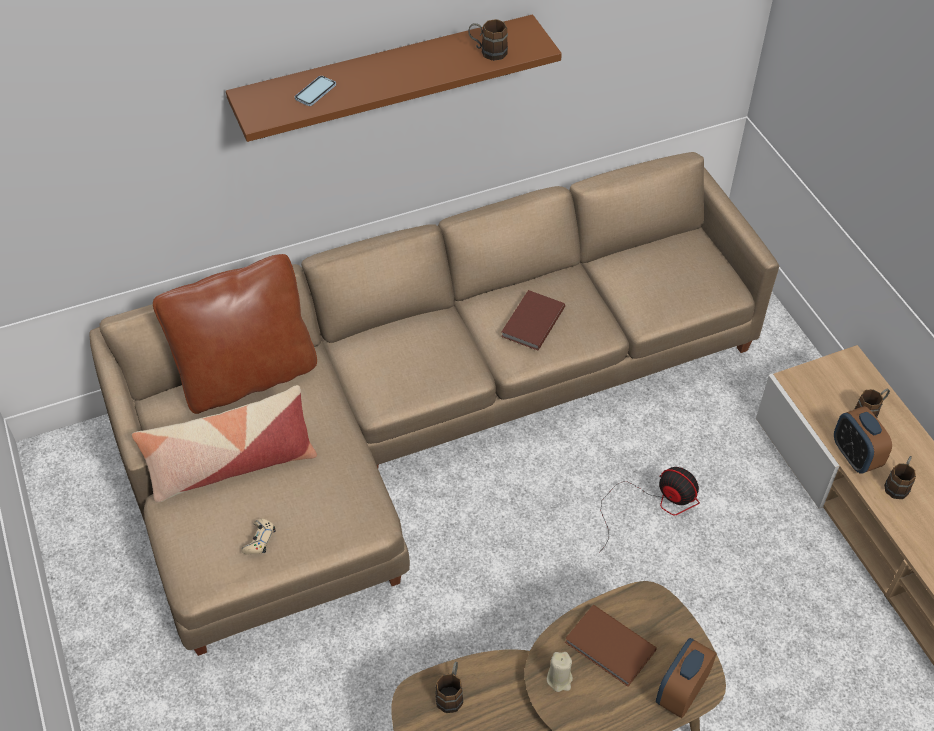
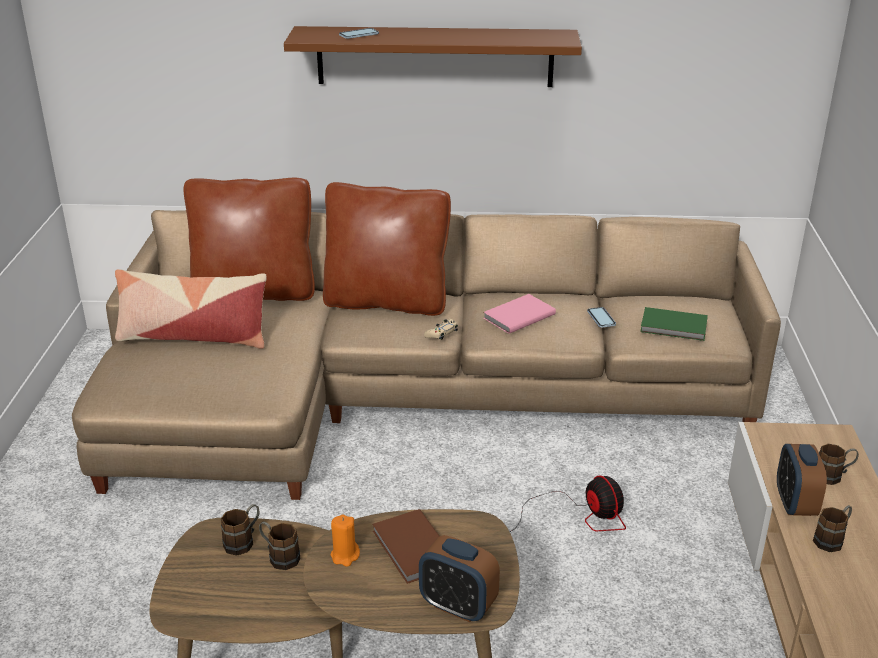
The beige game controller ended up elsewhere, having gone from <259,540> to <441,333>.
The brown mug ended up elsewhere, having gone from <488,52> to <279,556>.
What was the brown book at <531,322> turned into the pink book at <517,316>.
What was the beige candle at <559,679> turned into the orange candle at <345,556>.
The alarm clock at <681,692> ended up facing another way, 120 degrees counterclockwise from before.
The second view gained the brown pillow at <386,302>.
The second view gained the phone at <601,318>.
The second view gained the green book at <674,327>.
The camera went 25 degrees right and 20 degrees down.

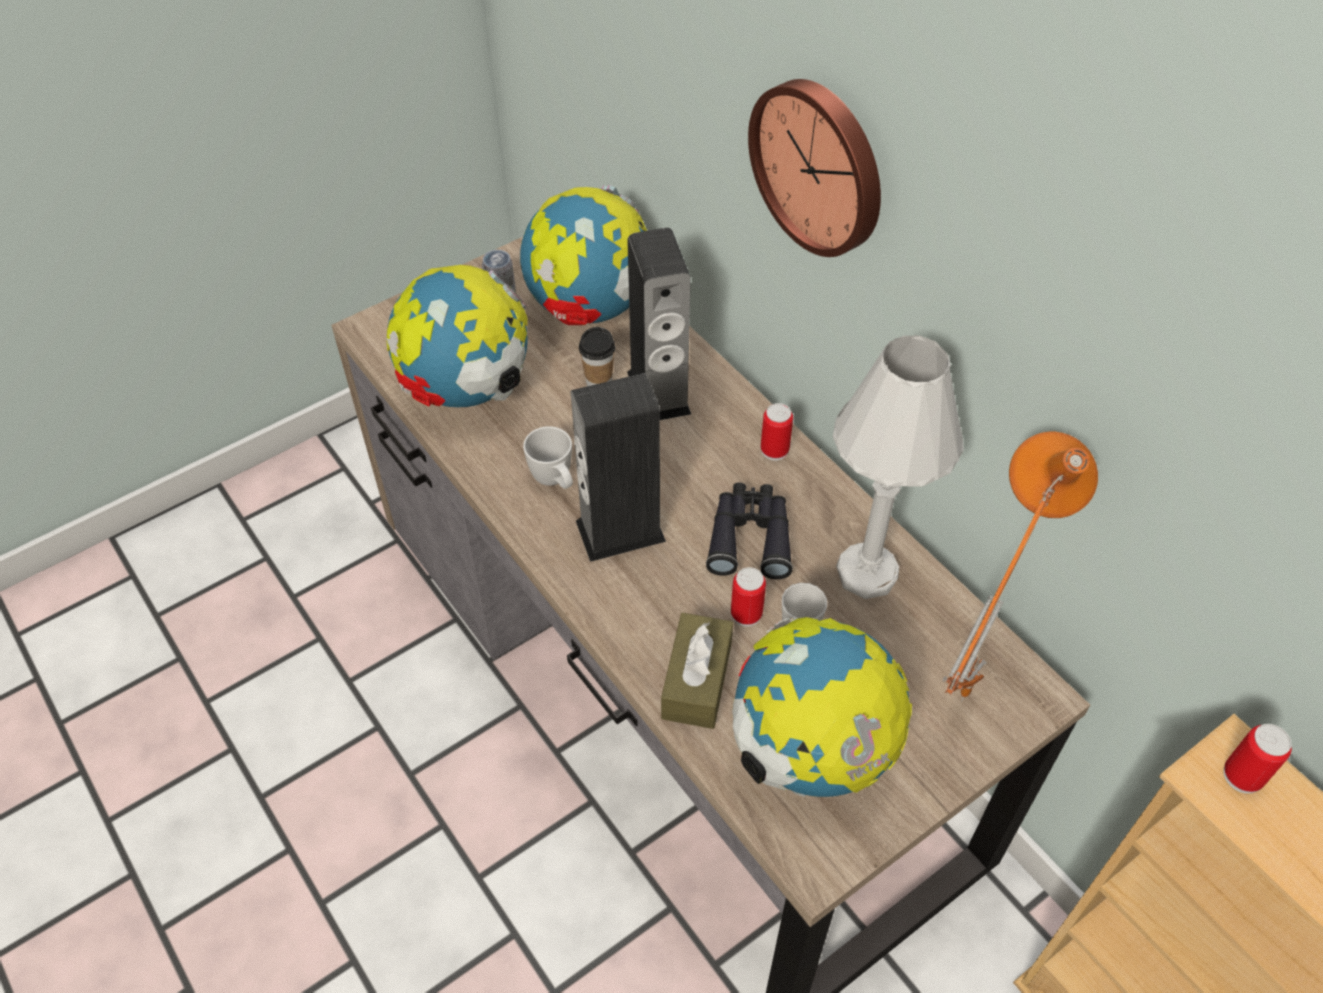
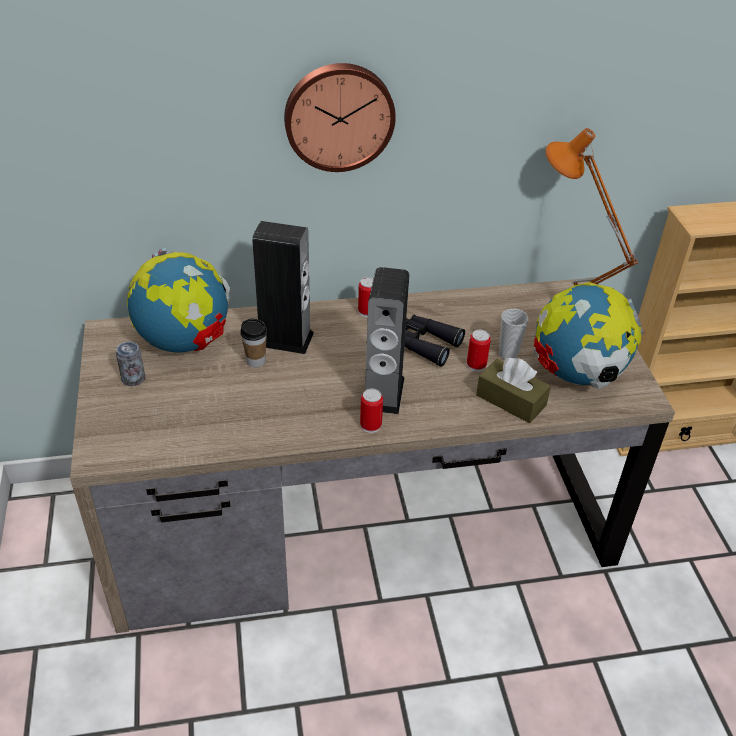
The second view lost the globe at <467,389>.
The second view lost the white mug at <555,481>.
The second view lost the white table lamp at <866,573>.
The can ended up elsewhere, having gone from <1242,776> to <370,425>.
The camera went 65 degrees left and 10 degrees down.

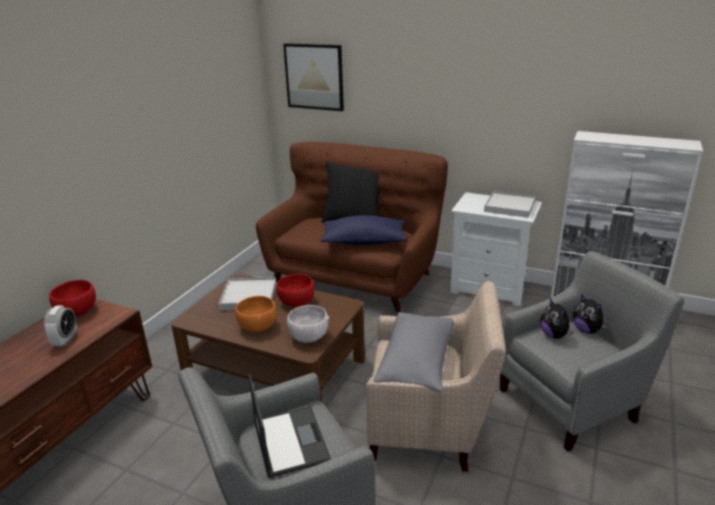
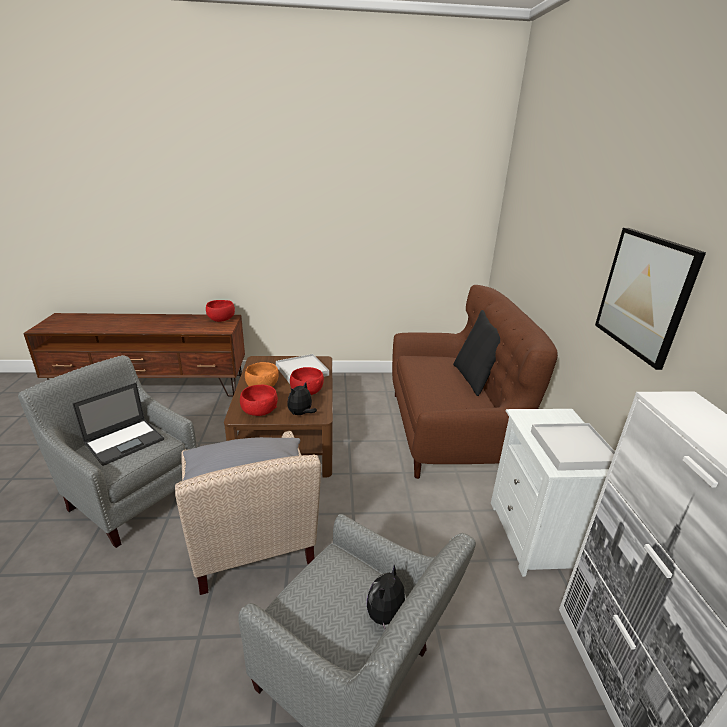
The second view lost the alarm clock at <65,340>.
The picture ended up elsewhere, having gone from <314,77> to <644,294>.
What was the white bowl at <308,337> turned into the red bowl at <259,411>.
The second view lost the blue pillow at <364,242>.
The plush toy ended up elsewhere, having gone from <554,335> to <301,414>.
The camera went 60 degrees right and 0 degrees up.

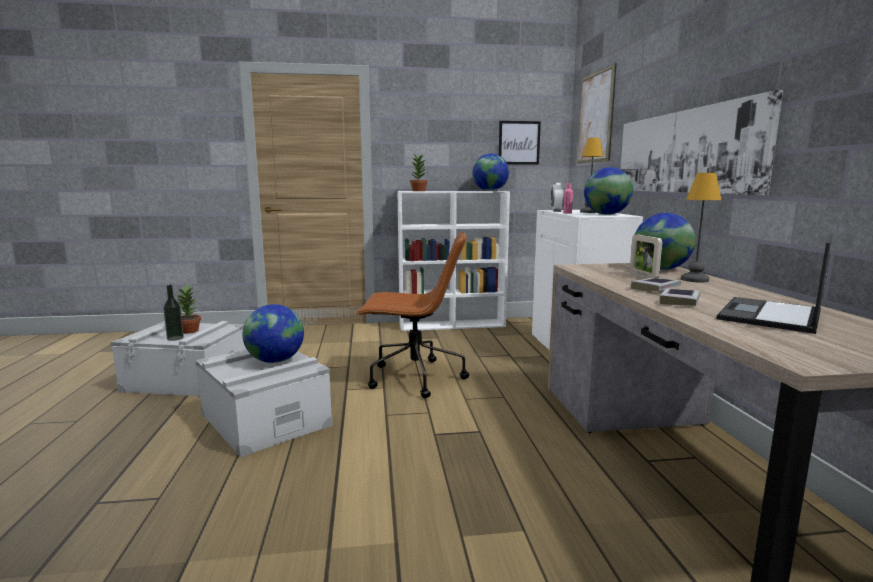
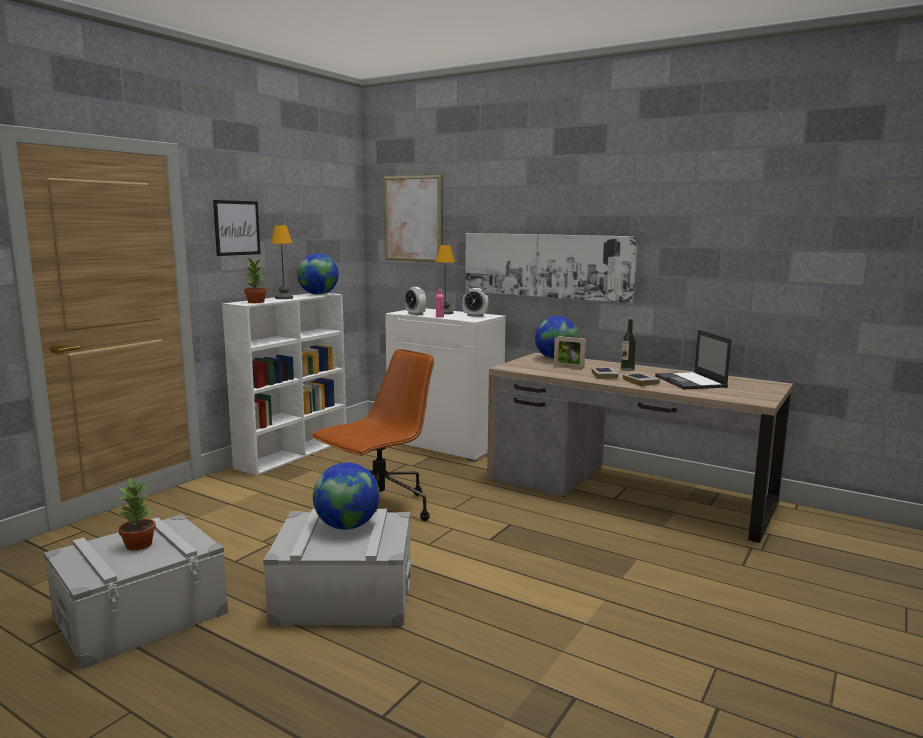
The bottle ended up elsewhere, having gone from <175,338> to <627,369>.
The picture ended up elsewhere, having gone from <519,143> to <237,228>.
Where the globe stood at <606,214>, the alarm clock came to stand at <475,316>.
The table lamp ended up elsewhere, having gone from <693,279> to <283,298>.
The camera went 50 degrees left and 0 degrees up.

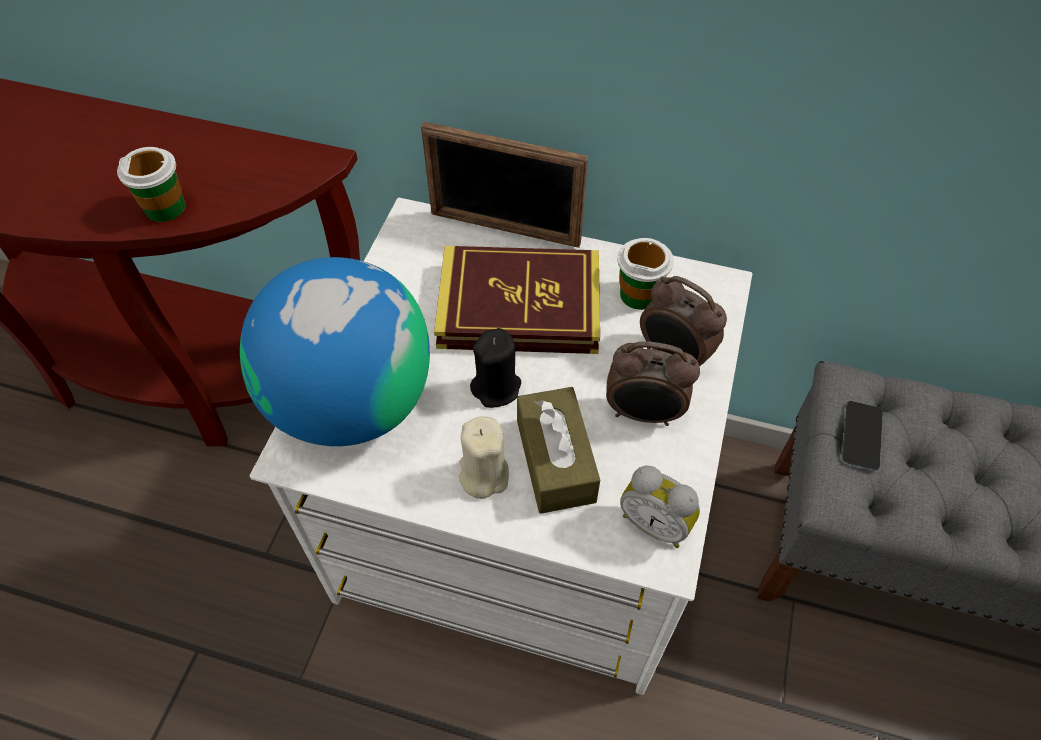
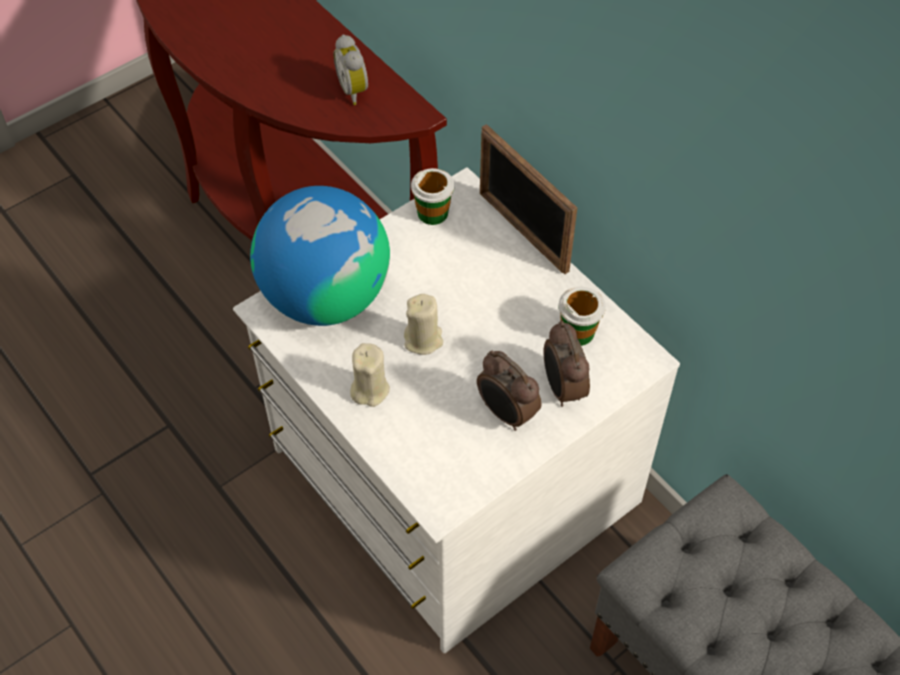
The cup ended up elsewhere, having gone from <165,208> to <433,213>.
The second view lost the book at <519,307>.
What was the black candle at <496,387> turned into the beige candle at <423,339>.
The second view lost the brown tissue box at <555,460>.
The alarm clock ended up elsewhere, having gone from <655,522> to <355,90>.
The second view lost the phone at <861,436>.
The camera went 35 degrees right and 0 degrees up.

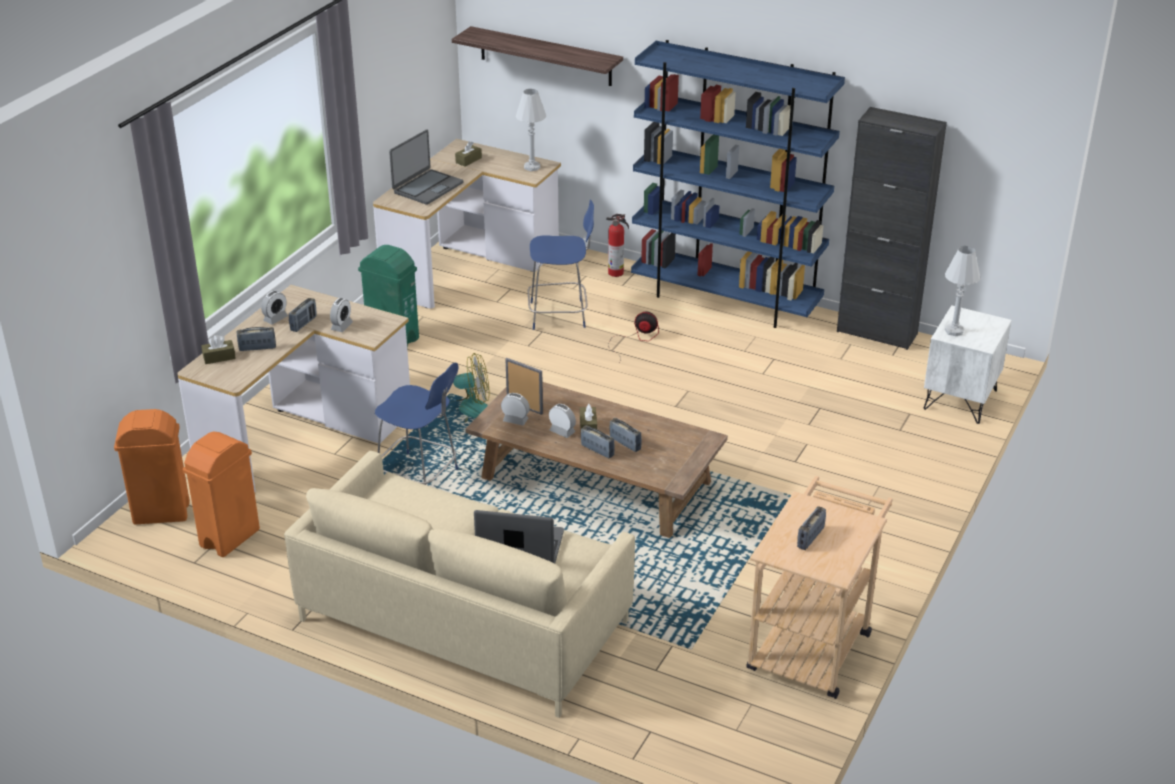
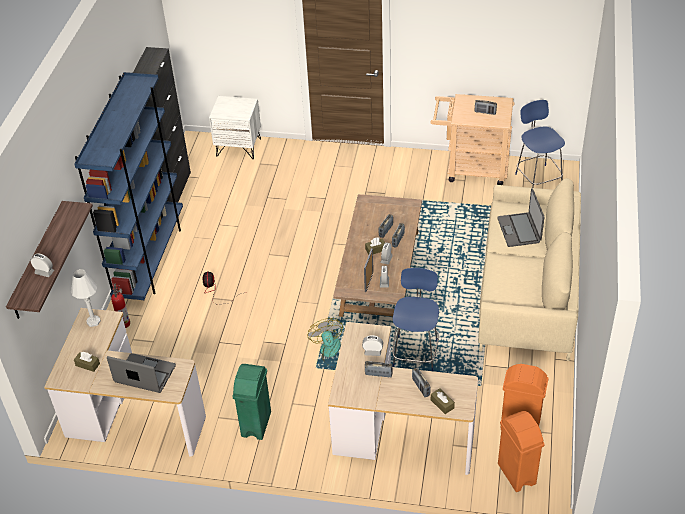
The alarm clock ended up elsewhere, having gone from <275,318> to <44,272>.
The blue chair ended up elsewhere, having gone from <560,315> to <537,178>.
The second view lost the white table lamp at <954,331>.
The camera went 105 degrees left and 10 degrees up.

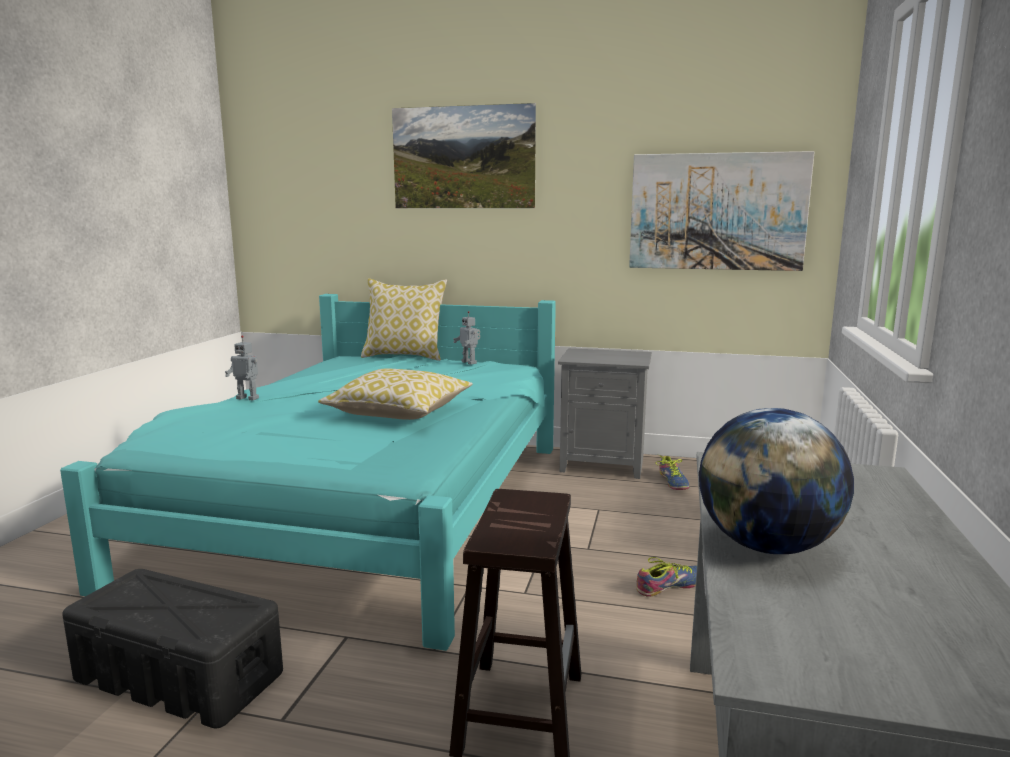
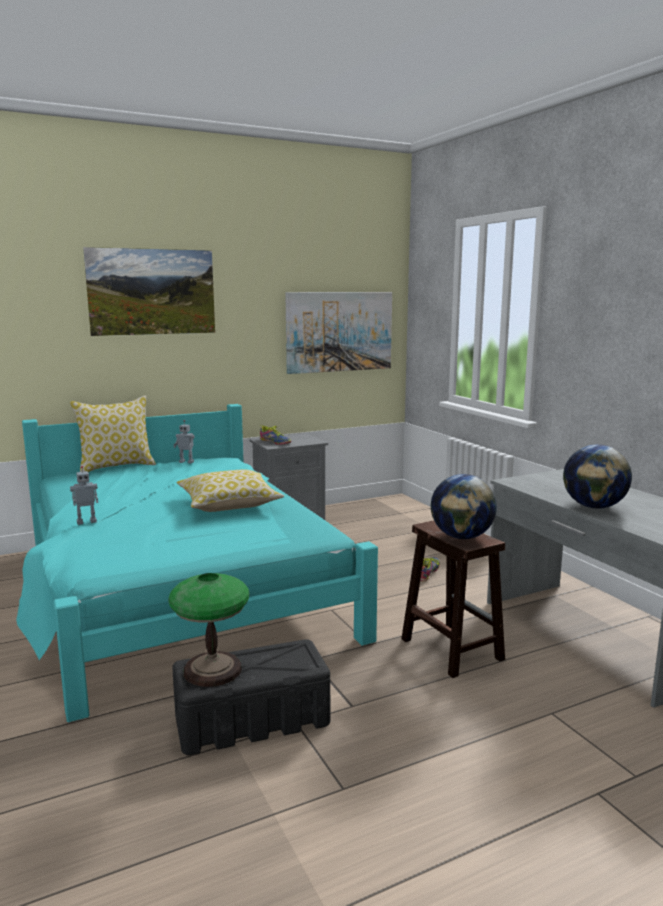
The shoe ended up elsewhere, having gone from <673,482> to <275,442>.
The second view gained the table lamp at <213,670>.
The second view gained the globe at <462,537>.
The camera went 40 degrees left and 0 degrees up.

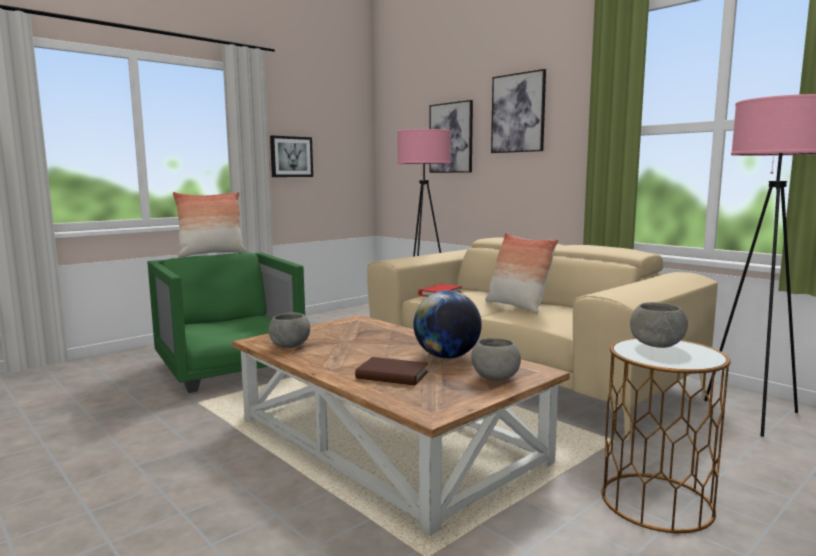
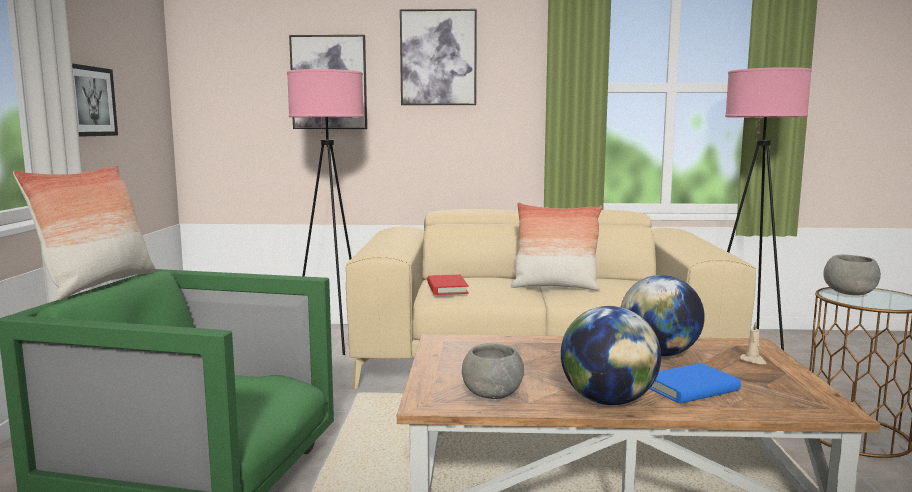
What was the brown book at <392,375> turned into the blue book at <691,388>.
Where the grey bowl stood at <494,378>, the beige candle came to stand at <753,361>.
The second view gained the globe at <608,401>.
The camera went 45 degrees left and 0 degrees up.

